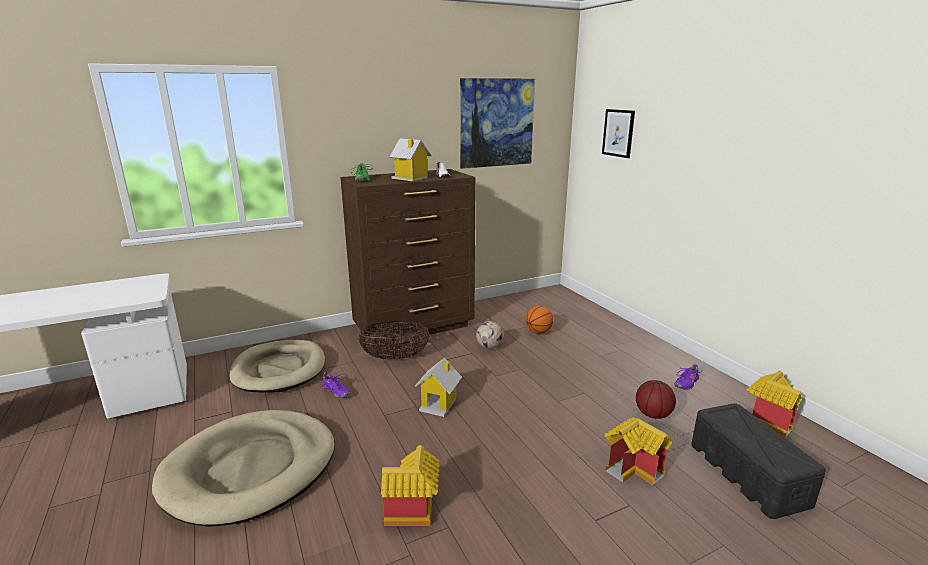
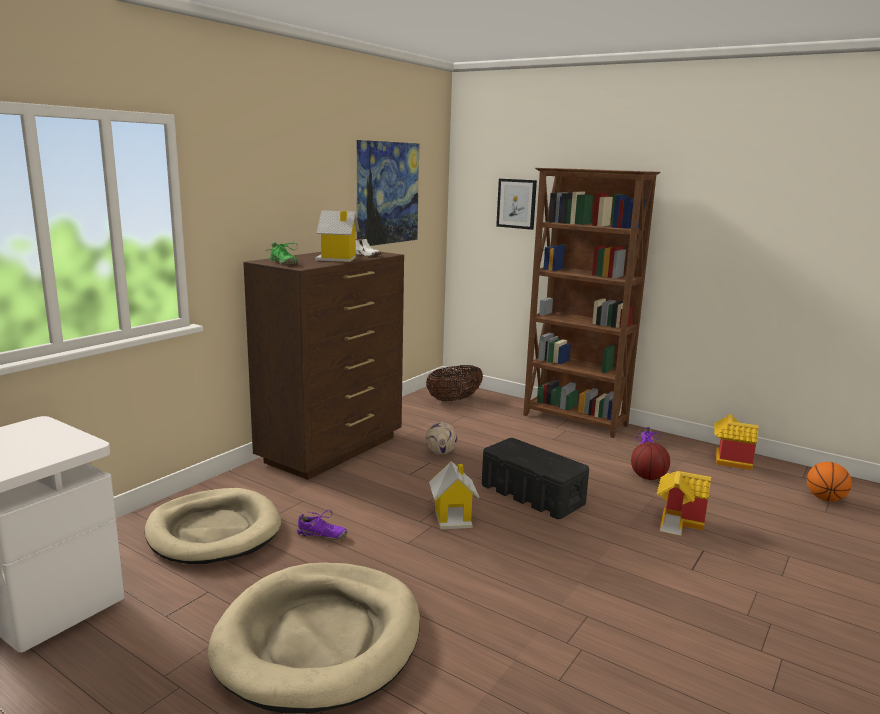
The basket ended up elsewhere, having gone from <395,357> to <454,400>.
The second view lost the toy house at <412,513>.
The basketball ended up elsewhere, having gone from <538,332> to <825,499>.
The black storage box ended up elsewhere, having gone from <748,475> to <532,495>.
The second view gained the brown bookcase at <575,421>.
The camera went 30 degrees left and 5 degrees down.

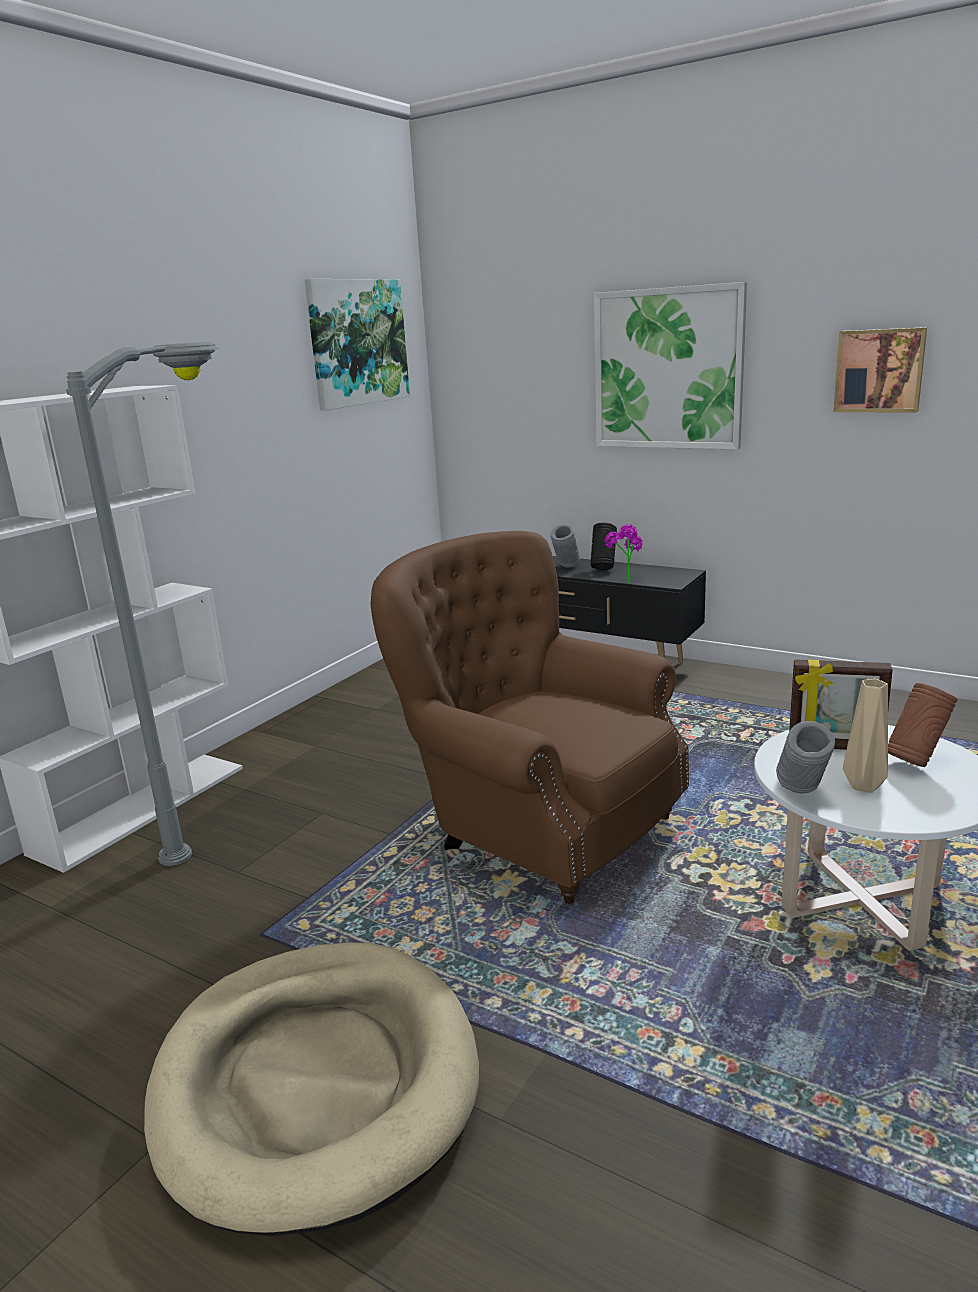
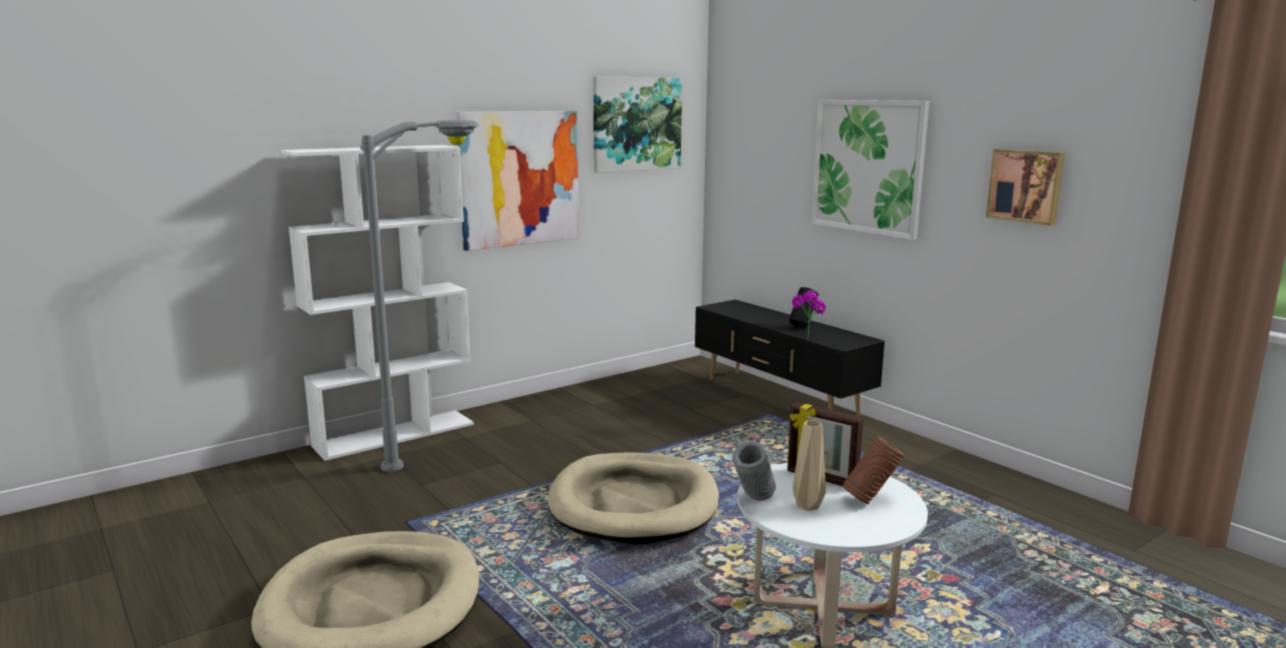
Where the brown armchair stood at <538,826>, the beige dog bed came to stand at <634,504>.
The second view lost the grey vase at <566,568>.
The second view gained the picture at <519,178>.
The camera went 20 degrees right and 5 degrees down.

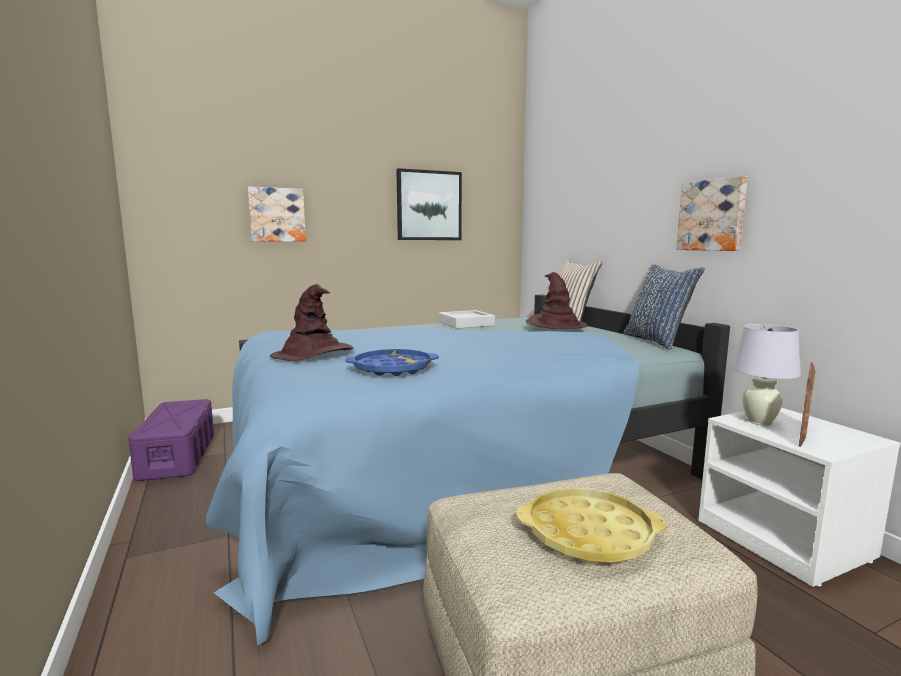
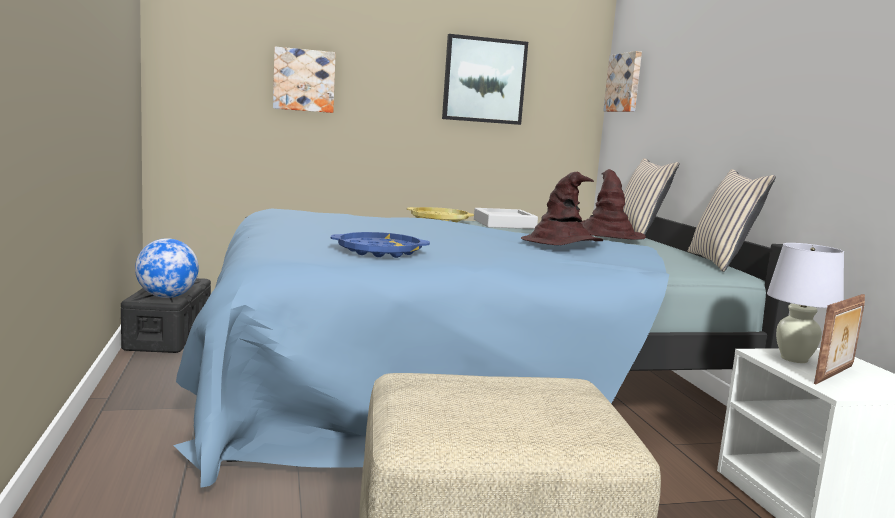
What was the purple storage box at <178,456> turned into the black storage box at <169,334>.
The brown hat ended up elsewhere, having gone from <313,354> to <561,242>.
The yellow tray ended up elsewhere, having gone from <589,534> to <439,220>.
What was the blue pillow at <657,341> turned into the beige pillow at <721,262>.
The picture ended up elsewhere, having gone from <712,215> to <625,83>.
The second view gained the globe at <167,297>.
The camera went 10 degrees right and 0 degrees up.

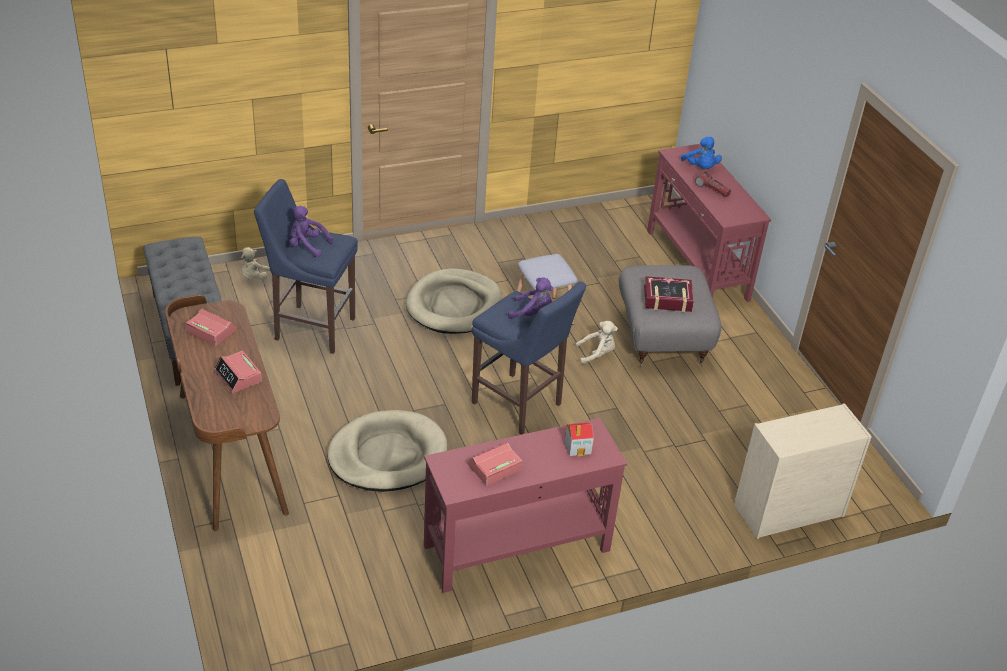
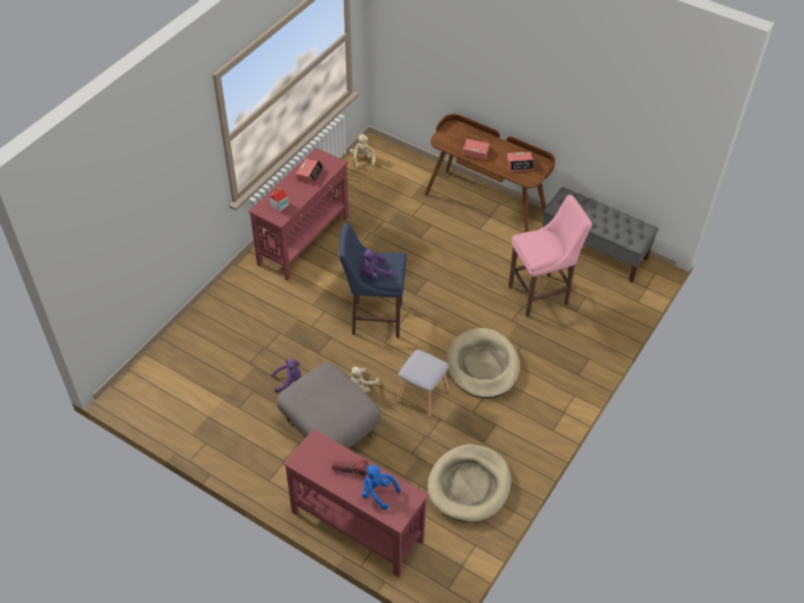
The beige plush toy ended up elsewhere, having gone from <255,278> to <362,159>.
What was the blue stool at <311,327> turned into the pink stool at <541,294>.
The purple plush toy ended up elsewhere, having gone from <307,246> to <288,380>.
The beige dog bed ended up elsewhere, having gone from <387,455> to <469,485>.
The second view lost the book at <667,299>.
The second view lost the beige dresser at <787,510>.
The camera went 145 degrees right and 10 degrees up.

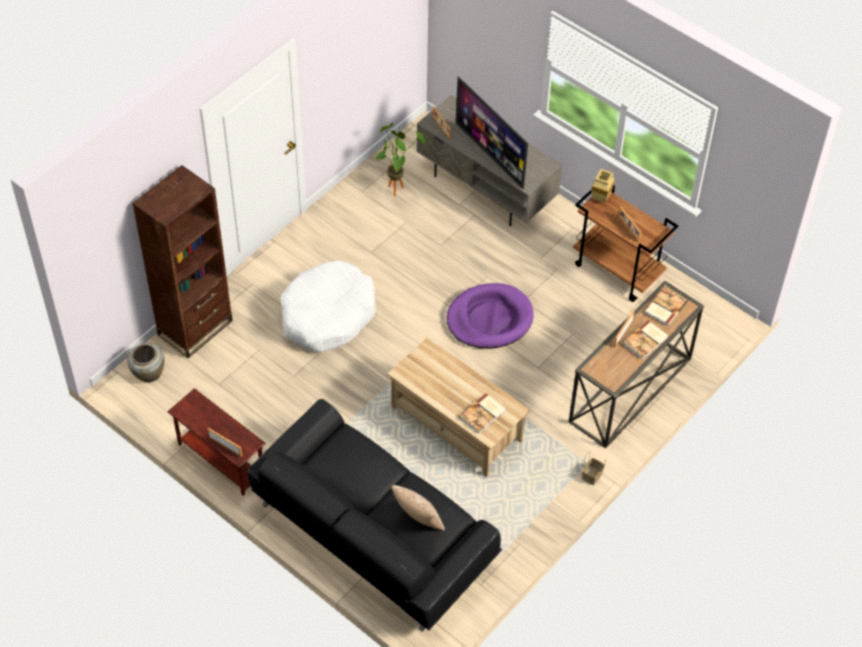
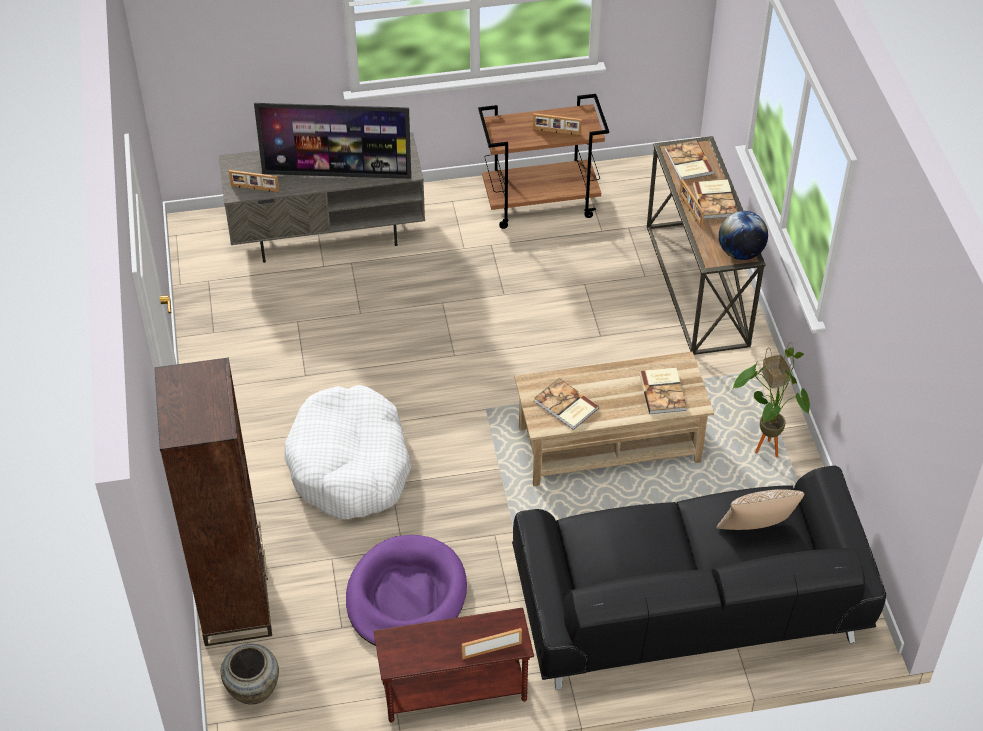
The potted plant ended up elsewhere, having gone from <396,187> to <763,446>.
The purple dog bed ended up elsewhere, having gone from <489,319> to <406,597>.
The second view lost the beige vase at <601,200>.
The second view gained the book at <565,406>.
The second view gained the globe at <740,253>.
The camera went 50 degrees left and 5 degrees down.

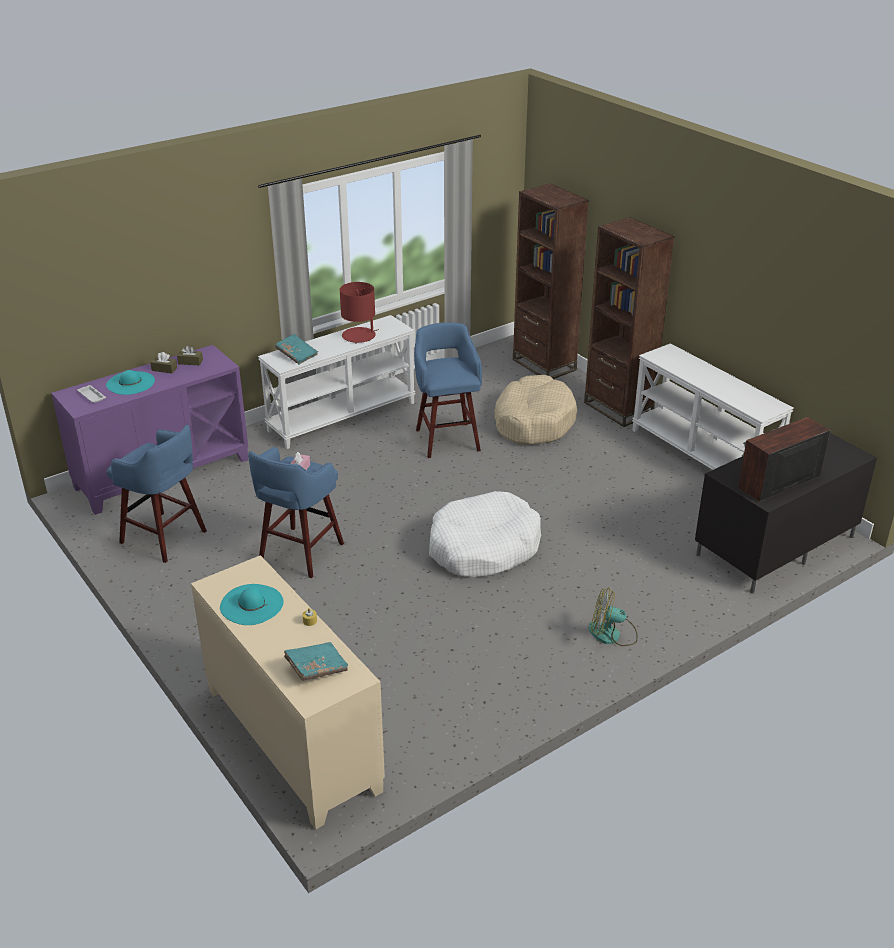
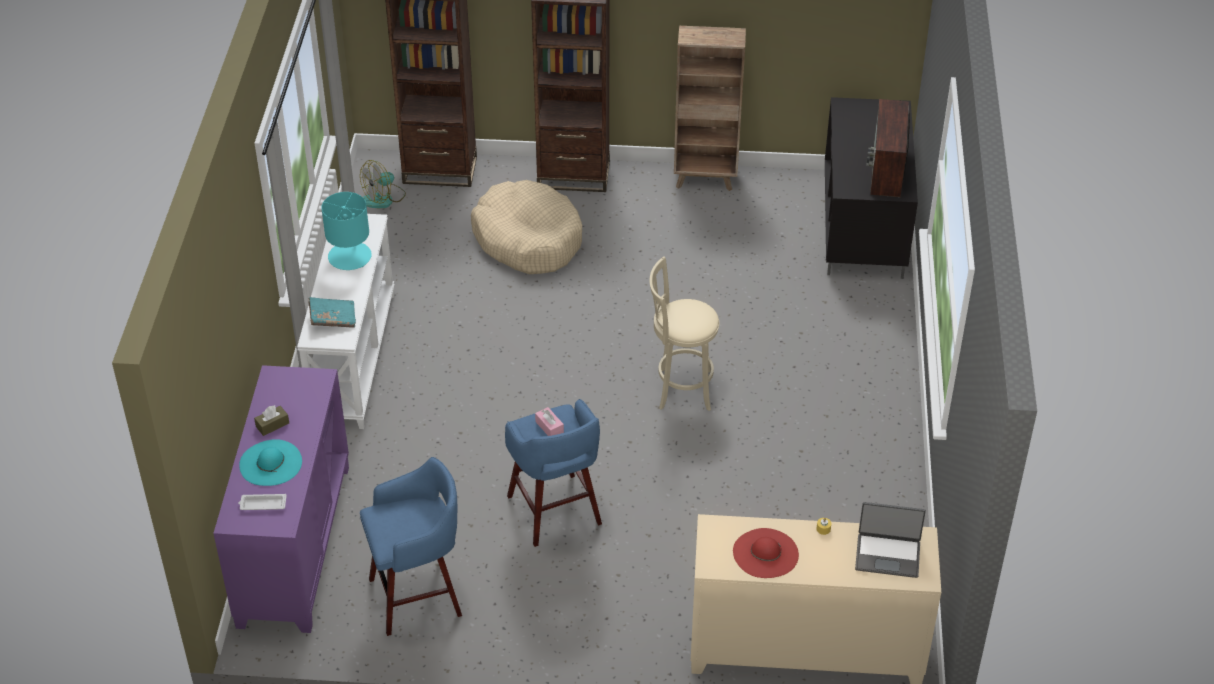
The second view lost the brown tissue box at <190,362>.
What was the turquoise hat at <251,604> turned into the red hat at <765,553>.
Where the turquoise book stood at <316,668>, the laptop came to stand at <888,555>.
What was the red table lamp at <359,336> turned into the turquoise table lamp at <350,256>.
The second view lost the blue stool at <447,439>.
Where the white dog bed stood at <483,548>, the beige stool came to stand at <681,389>.
The fan ended up elsewhere, having gone from <612,634> to <383,198>.
Where the white console table stood at <703,457>, the brown bookcase came to stand at <705,179>.
The camera went 50 degrees left and 10 degrees up.

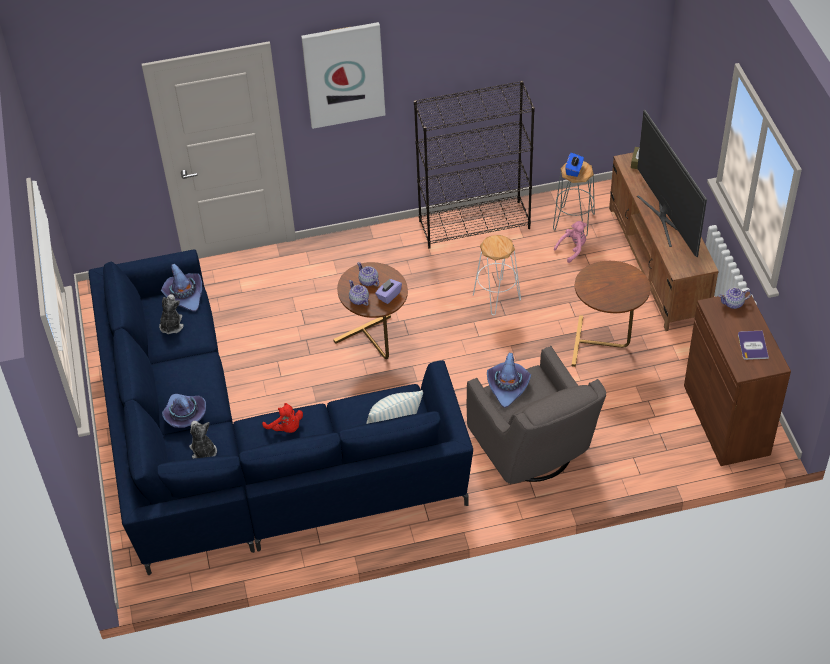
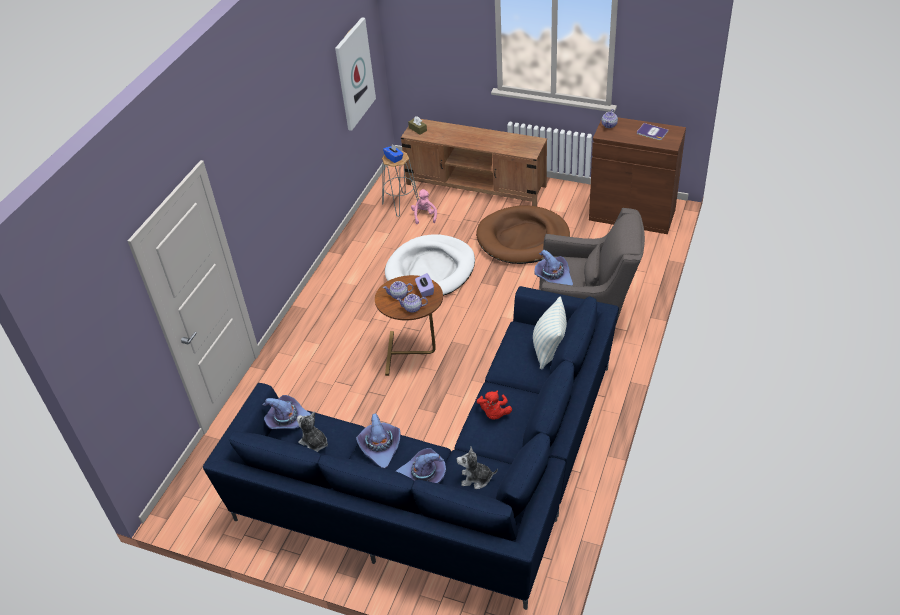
The red plush toy at <286,428> ended up facing another way, 105 degrees clockwise from before.
The picture ended up elsewhere, having gone from <344,74> to <354,74>.
The second view lost the black bookcase at <475,224>.
Where the white stool stood at <497,297>, the white dog bed came to stand at <430,270>.
Where the brown side table stood at <605,345>, the brown dog bed came to stand at <523,238>.
The second view lost the television at <665,218>.
The second view gained the purple hat at <380,446>.
The camera went 55 degrees left and 5 degrees down.

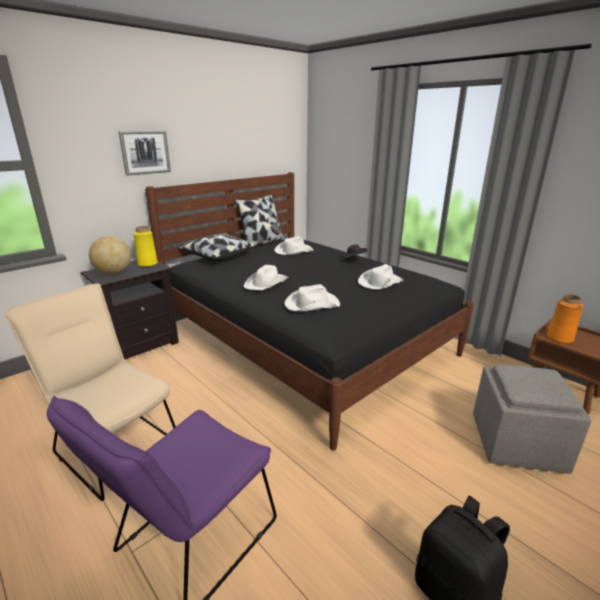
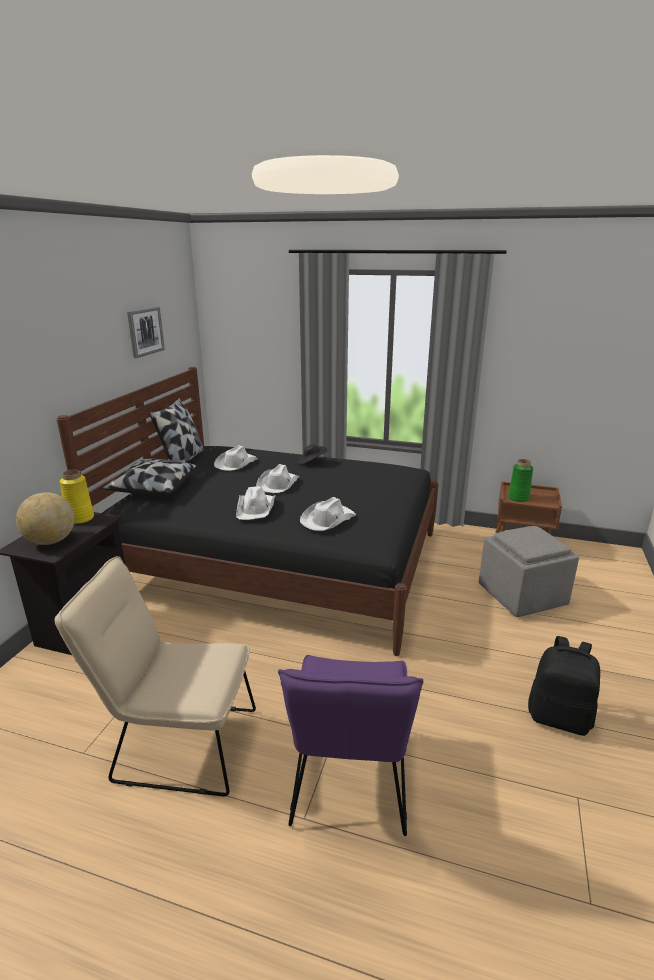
The picture ended up elsewhere, having gone from <145,152> to <145,331>.
The white hat ended up elsewhere, having gone from <380,282> to <278,484>.
What was the orange vase at <559,338> turned into the green vase at <518,498>.
The camera went 30 degrees left and 0 degrees up.

